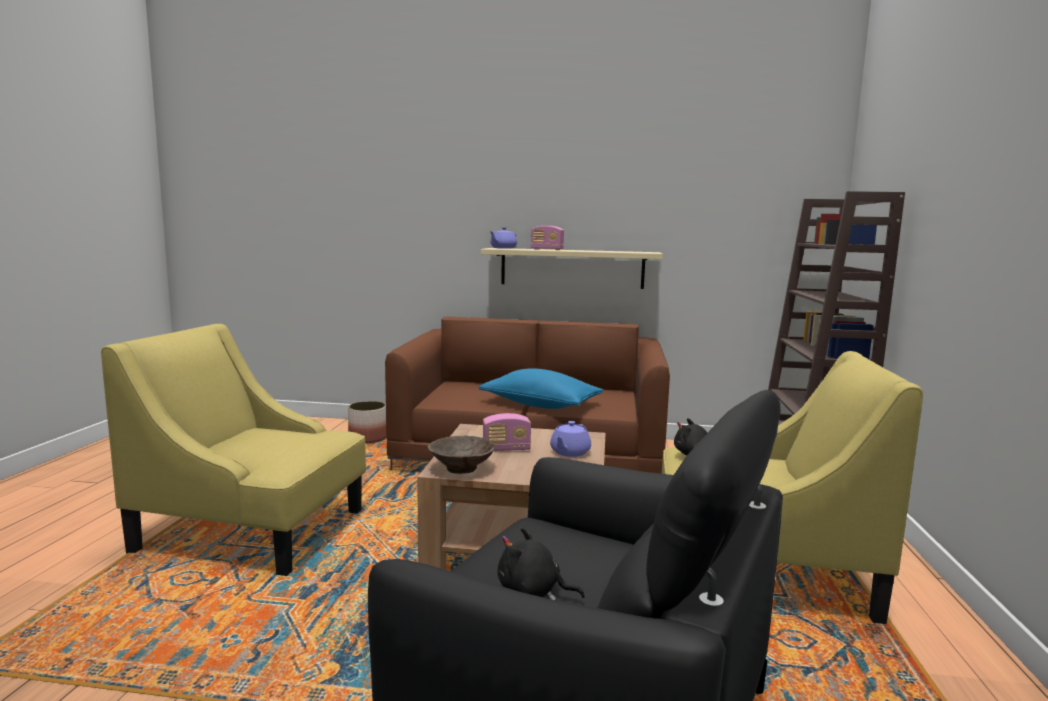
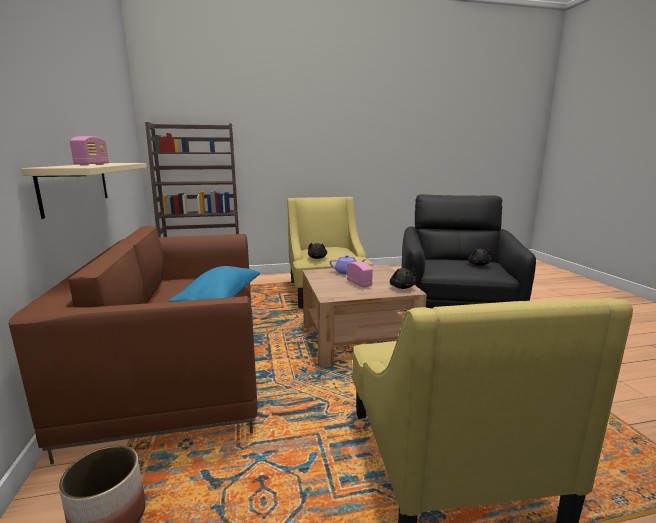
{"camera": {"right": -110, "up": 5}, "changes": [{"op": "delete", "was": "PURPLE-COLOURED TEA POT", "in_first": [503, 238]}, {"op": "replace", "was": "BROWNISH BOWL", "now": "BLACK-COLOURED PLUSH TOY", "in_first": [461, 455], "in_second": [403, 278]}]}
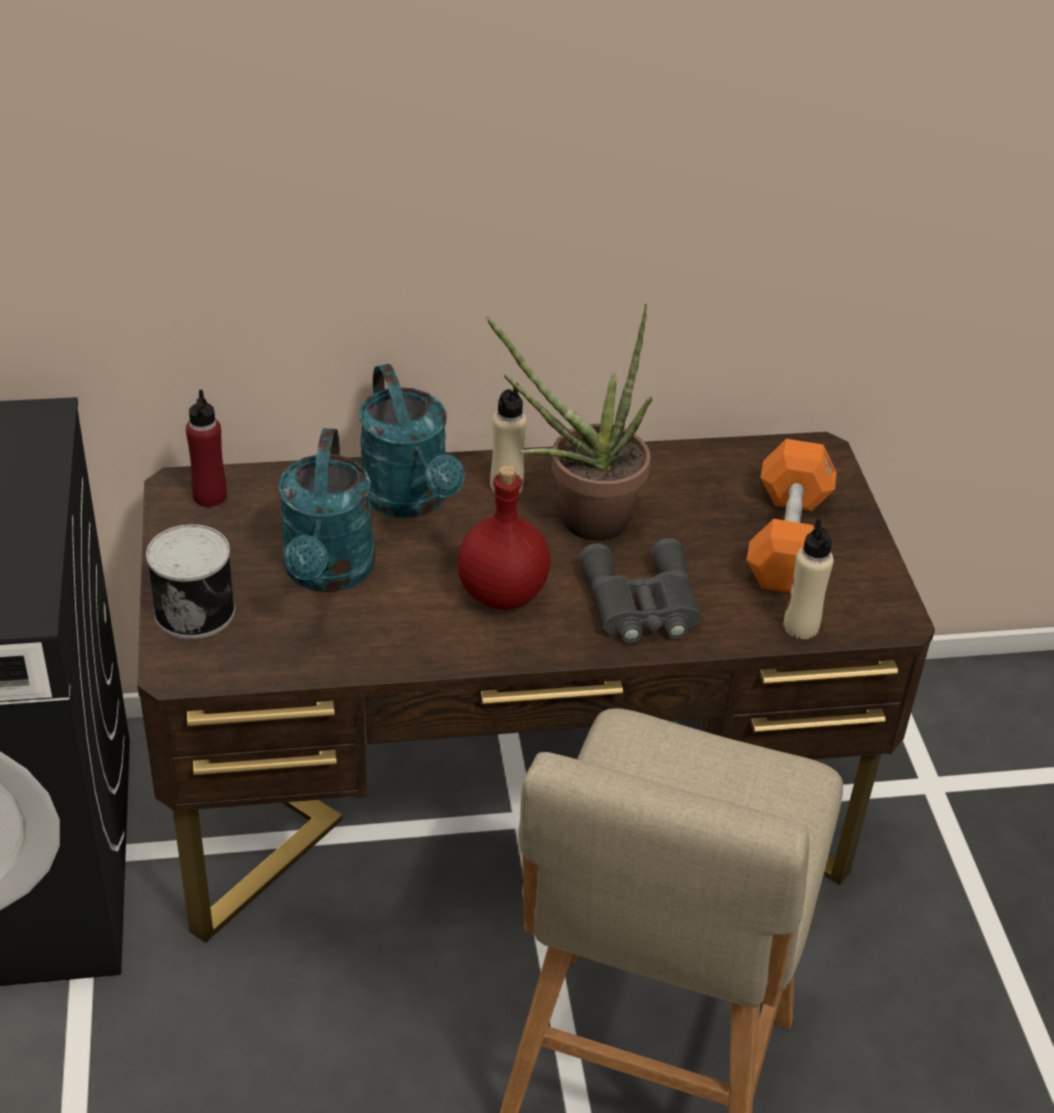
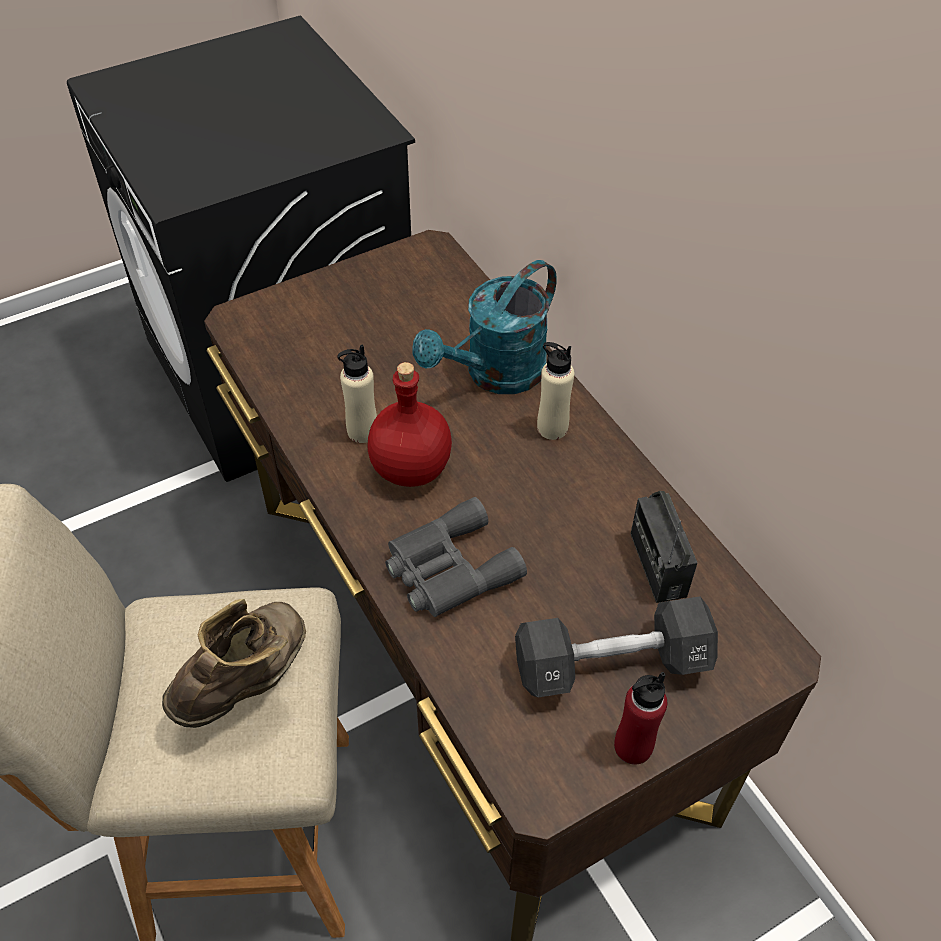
{"camera": {"right": 70, "up": 10}, "changes": [{"op": "delete", "was": "POTTED PLANT", "in_first": [569, 422]}, {"op": "move", "was": "RED DRINK BOTTLE", "in_first": [206, 448], "in_second": [640, 718]}, {"op": "delete", "was": "TURQUOISE WATERING POT", "in_first": [326, 510]}, {"op": "recolor", "was": "ORANGE-COLOURED HAND WEIGHT", "now": "BLACK-COLOURED HAND WEIGHT", "in_first": [792, 516], "in_second": [616, 647]}, {"op": "move", "was": "BEIGE DRINK BOTTLE", "in_first": [809, 579], "in_second": [357, 393]}, {"op": "delete", "was": "METAL CAN", "in_first": [190, 581]}, {"op": "insert", "now": "RADIO", "in_second": [664, 547]}, {"op": "insert", "now": "BROWNISH BOOT", "in_second": [234, 663]}]}
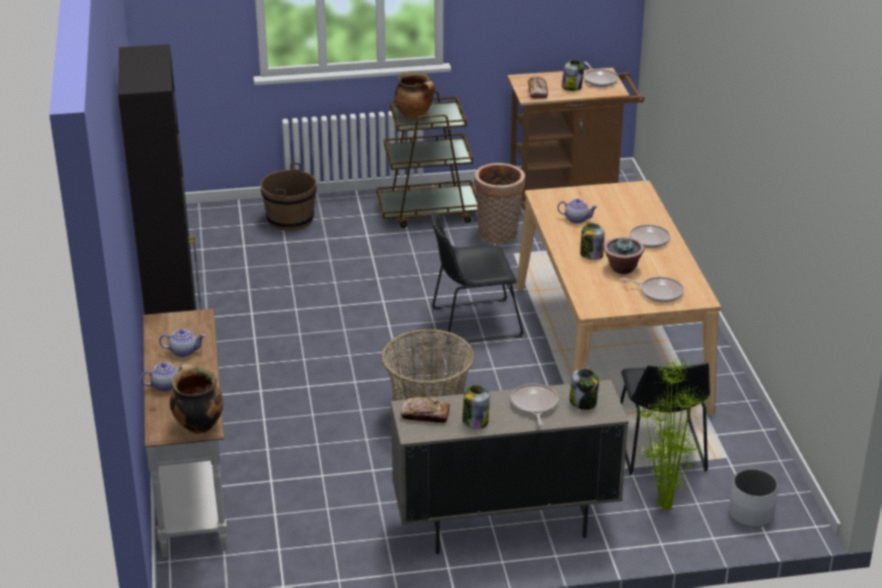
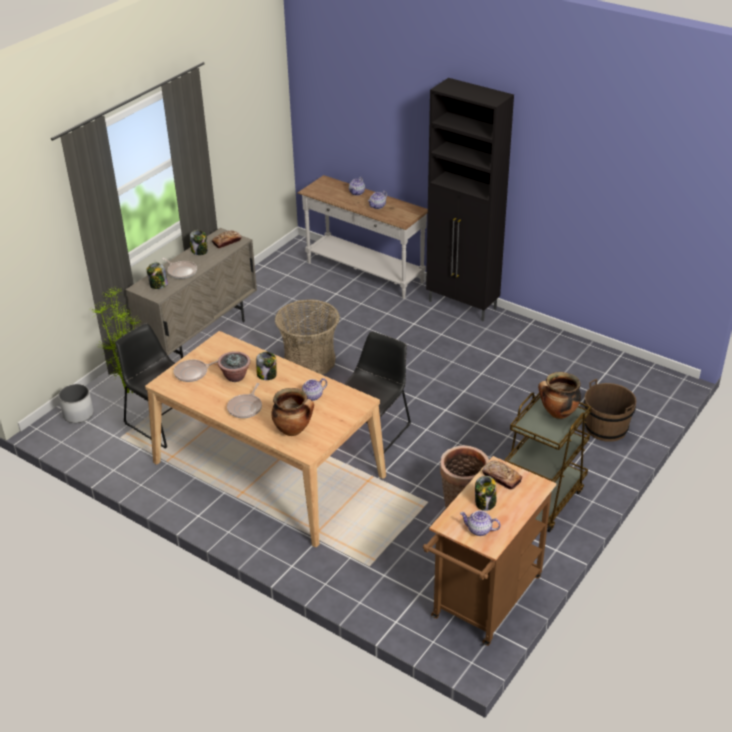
{"camera": {"right": 135, "up": 5}, "changes": [{"op": "replace", "was": "SKILLET", "now": "TEA POT", "in_first": [601, 74], "in_second": [480, 523]}, {"op": "move", "was": "SAUCEPOT", "in_first": [197, 399], "in_second": [292, 412]}]}
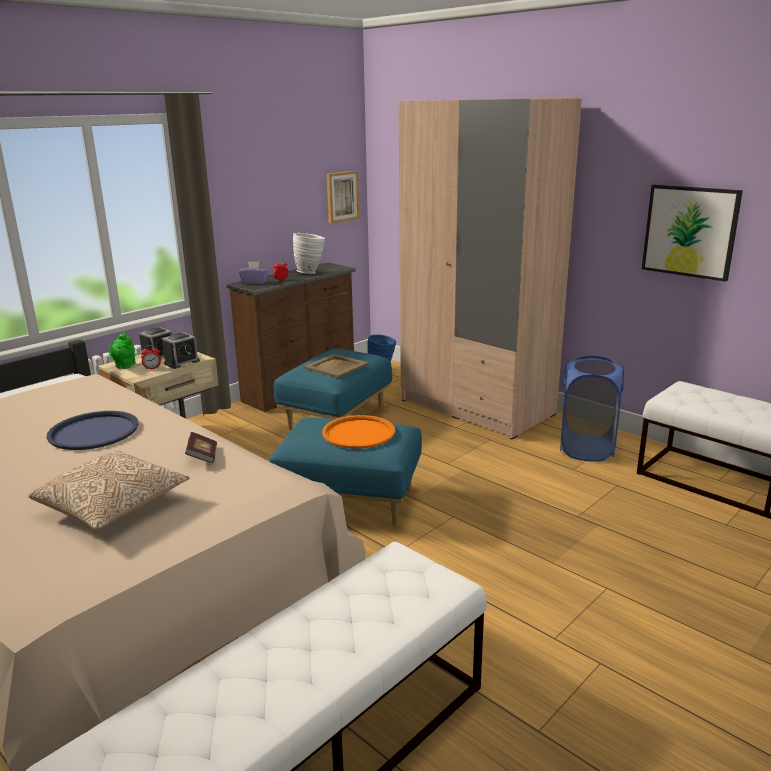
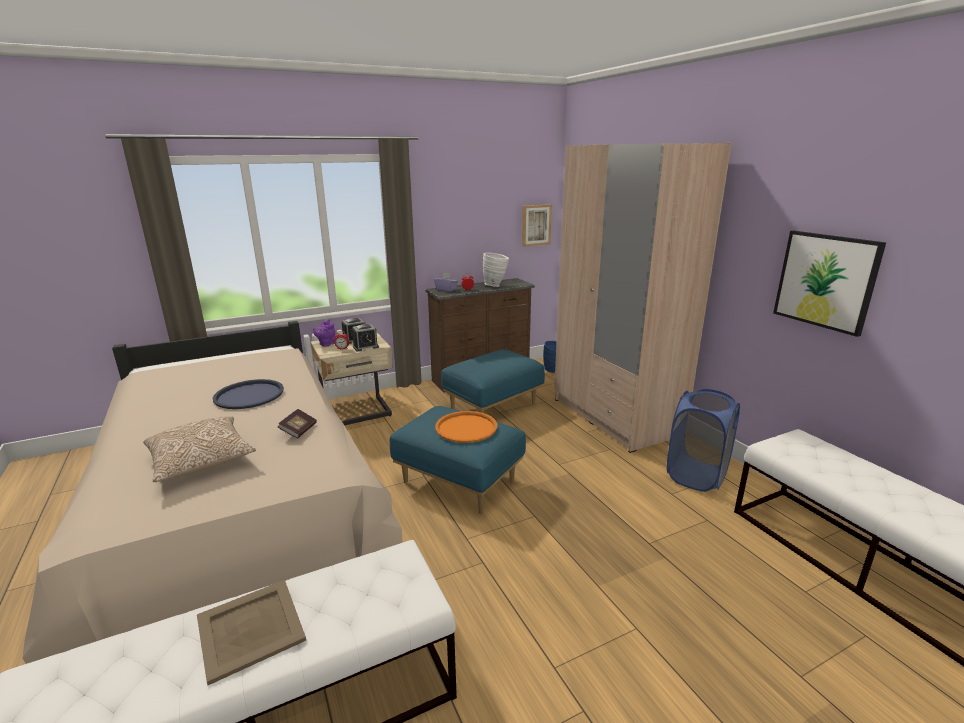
{"camera": {"right": 20, "up": 0}, "changes": [{"op": "recolor", "was": "GREENISH TEA POT", "now": "PURPLE-COLOURED TEA POT", "in_first": [122, 351], "in_second": [324, 333]}, {"op": "move", "was": "BEIGE TRAY", "in_first": [336, 366], "in_second": [251, 632]}]}
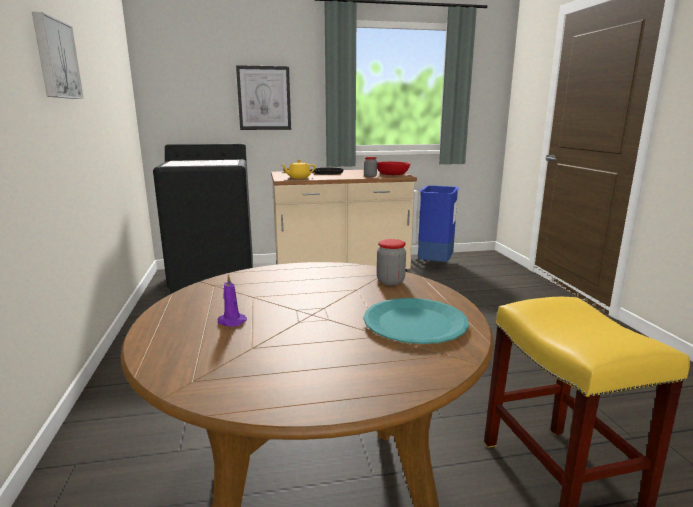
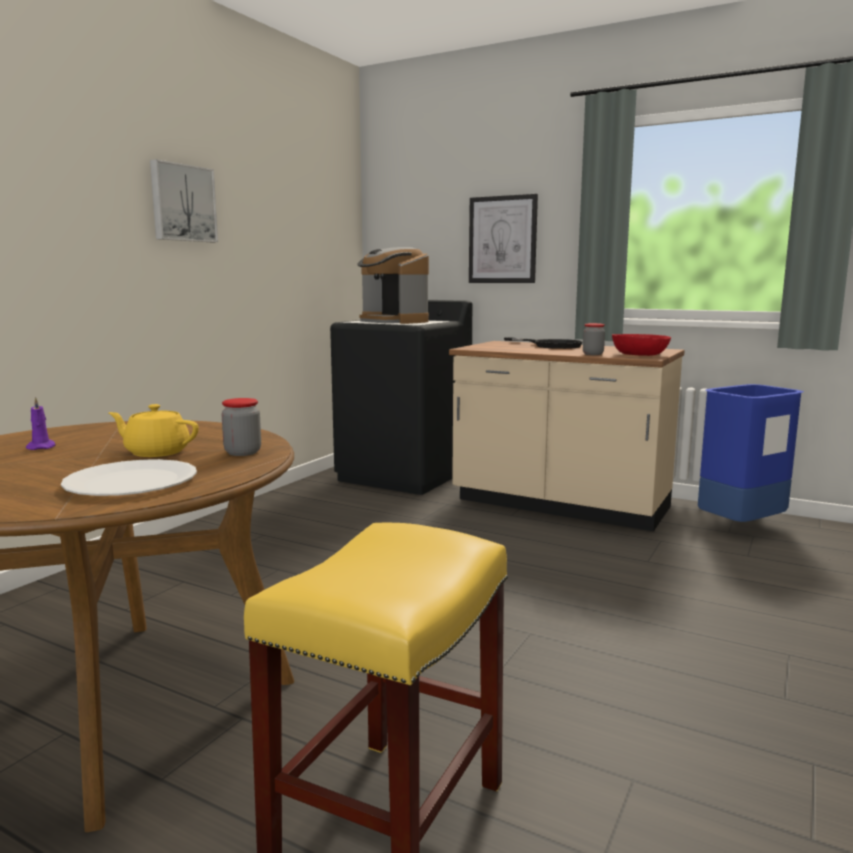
{"camera": {"right": 40, "up": -5}, "changes": [{"op": "move", "was": "YELLOW TEA POT", "in_first": [297, 169], "in_second": [153, 430]}, {"op": "recolor", "was": "TURQUOISE PLATE", "now": "WHITE PLATE", "in_first": [416, 321], "in_second": [129, 477]}, {"op": "insert", "now": "COFFEE MAKER", "in_second": [393, 285]}]}
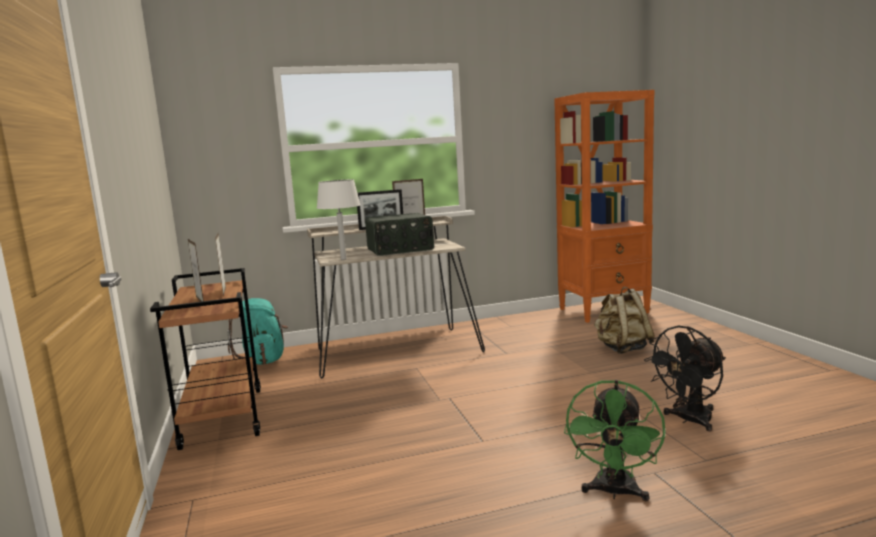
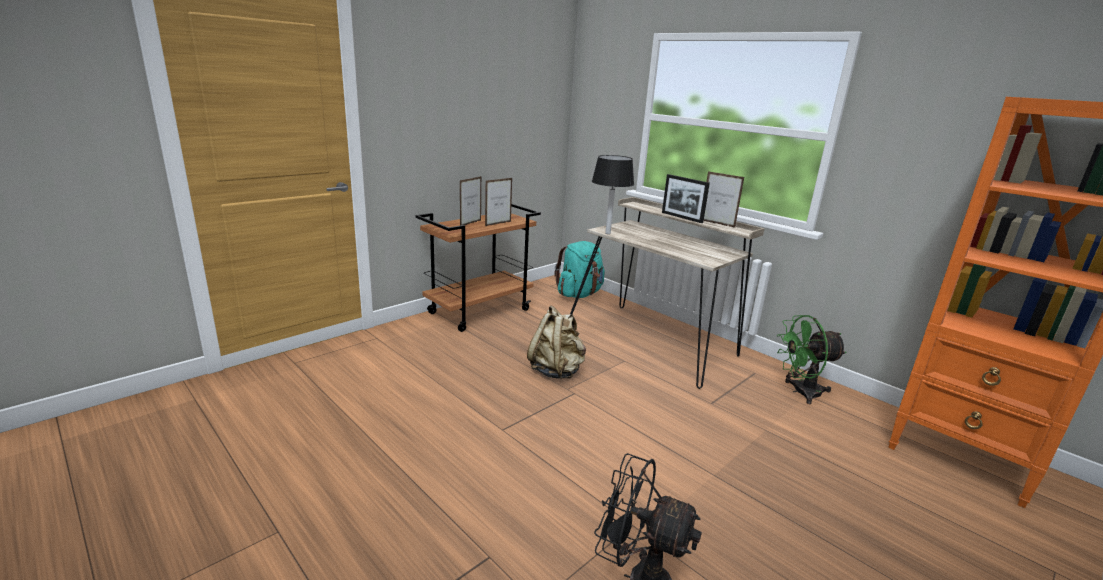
{"camera": {"right": 60, "up": 10}, "changes": [{"op": "recolor", "was": "WHITE TABLE LAMP", "now": "BLACK-COLOURED TABLE LAMP", "in_first": [339, 220], "in_second": [613, 194]}, {"op": "delete", "was": "RADIO", "in_first": [399, 234]}, {"op": "move", "was": "BEIGE KNAPSACK", "in_first": [624, 320], "in_second": [556, 342]}, {"op": "move", "was": "GREENISH COOLING FAN", "in_first": [615, 441], "in_second": [812, 359]}]}
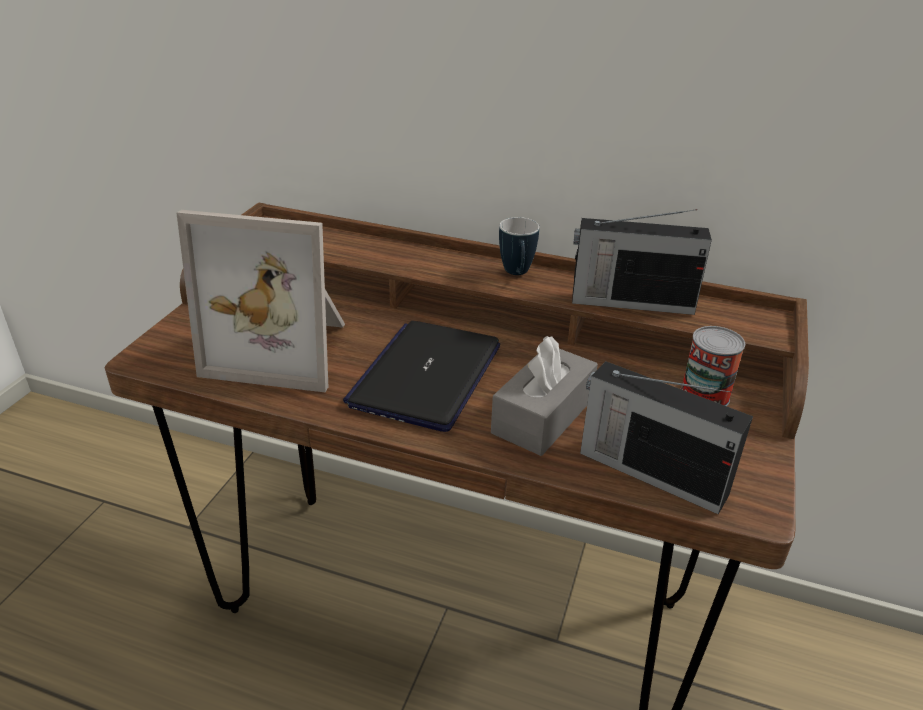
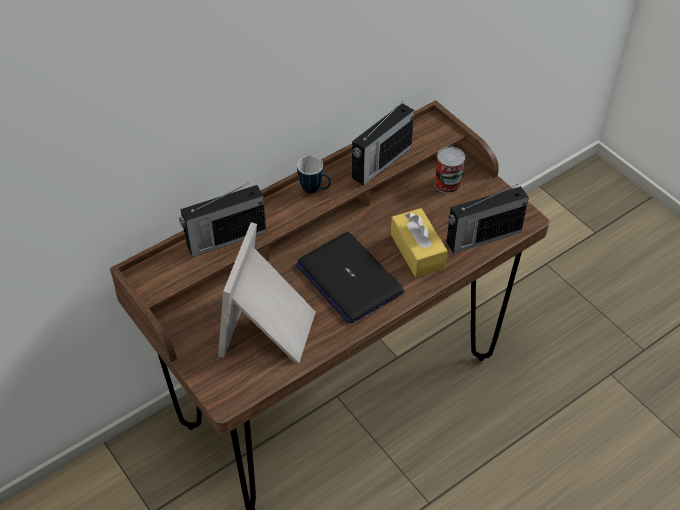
{"camera": {"right": -55, "up": 15}, "changes": [{"op": "rotate", "was": "PHOTO FRAME", "in_first": [260, 301], "in_second": [267, 292], "clockwise": 150}, {"op": "recolor", "was": "GREY TISSUE BOX", "now": "YELLOW TISSUE BOX", "in_first": [544, 396], "in_second": [419, 242]}, {"op": "insert", "now": "RADIO", "in_second": [223, 220]}]}
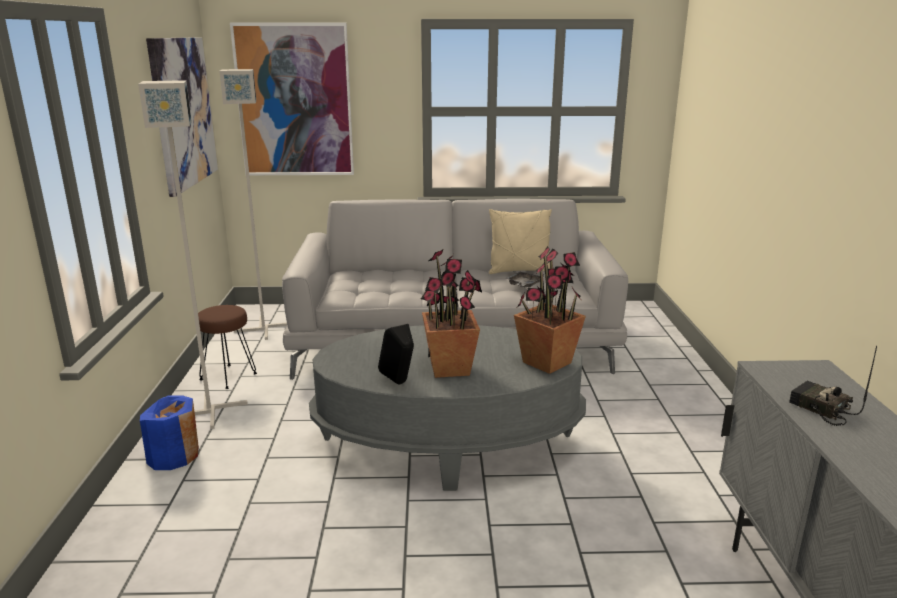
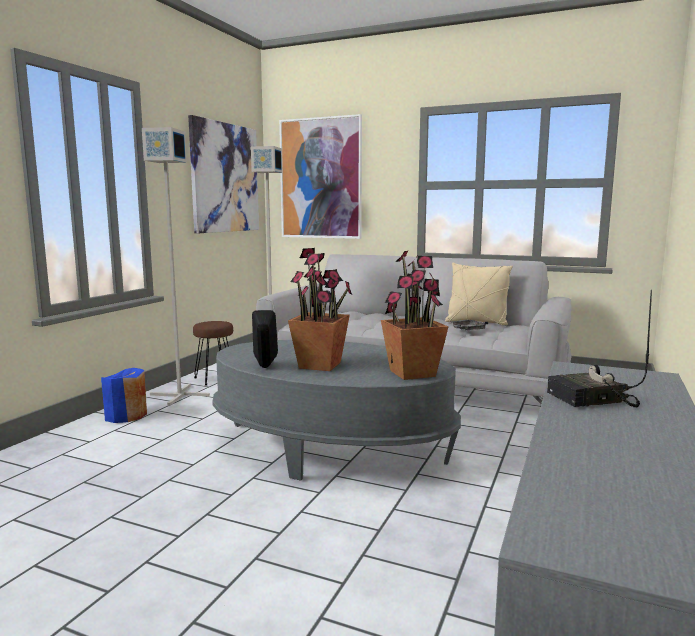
{"camera": {"right": 25, "up": -10}, "changes": [{"op": "rotate", "was": "RADIO", "in_first": [833, 386], "in_second": [599, 348], "clockwise": -90}]}
